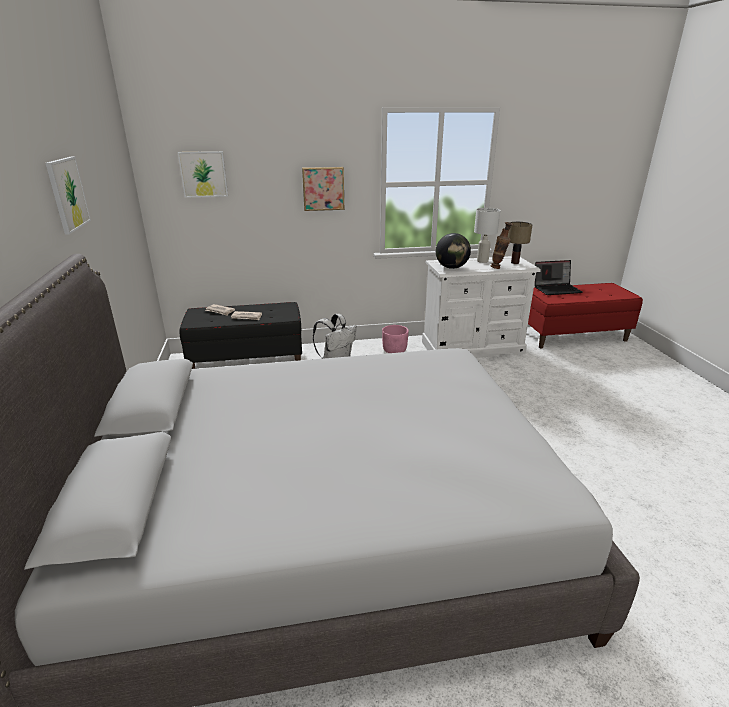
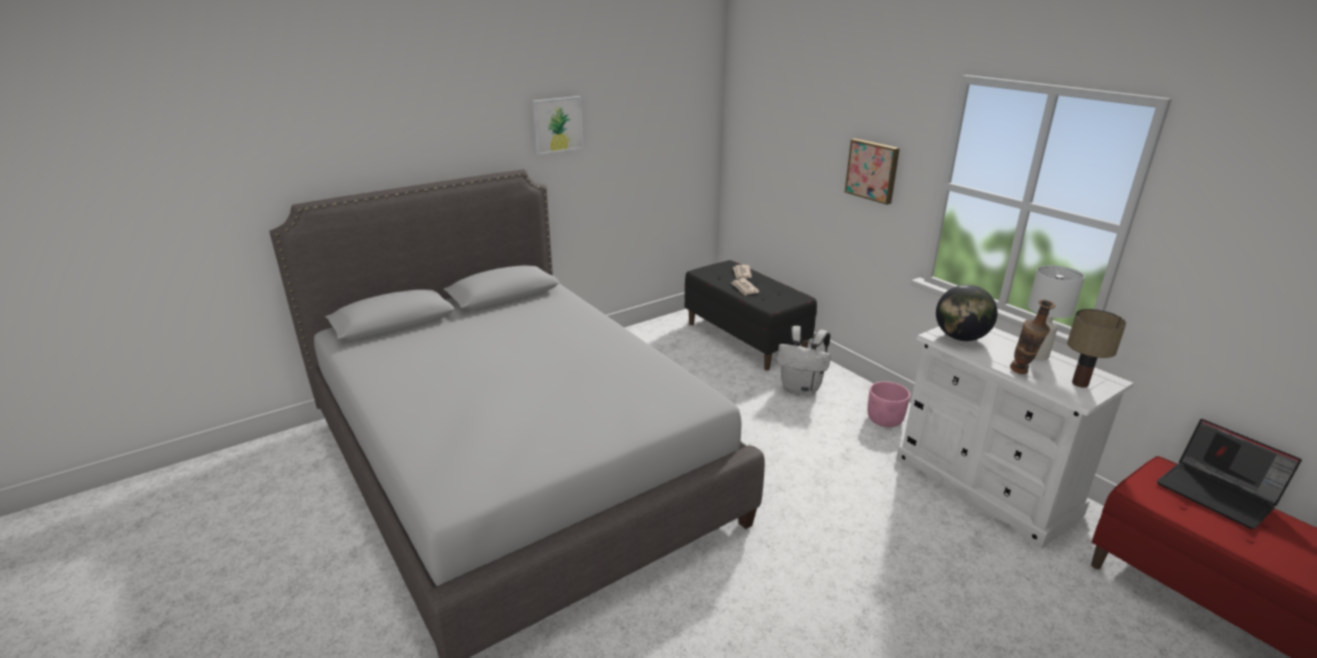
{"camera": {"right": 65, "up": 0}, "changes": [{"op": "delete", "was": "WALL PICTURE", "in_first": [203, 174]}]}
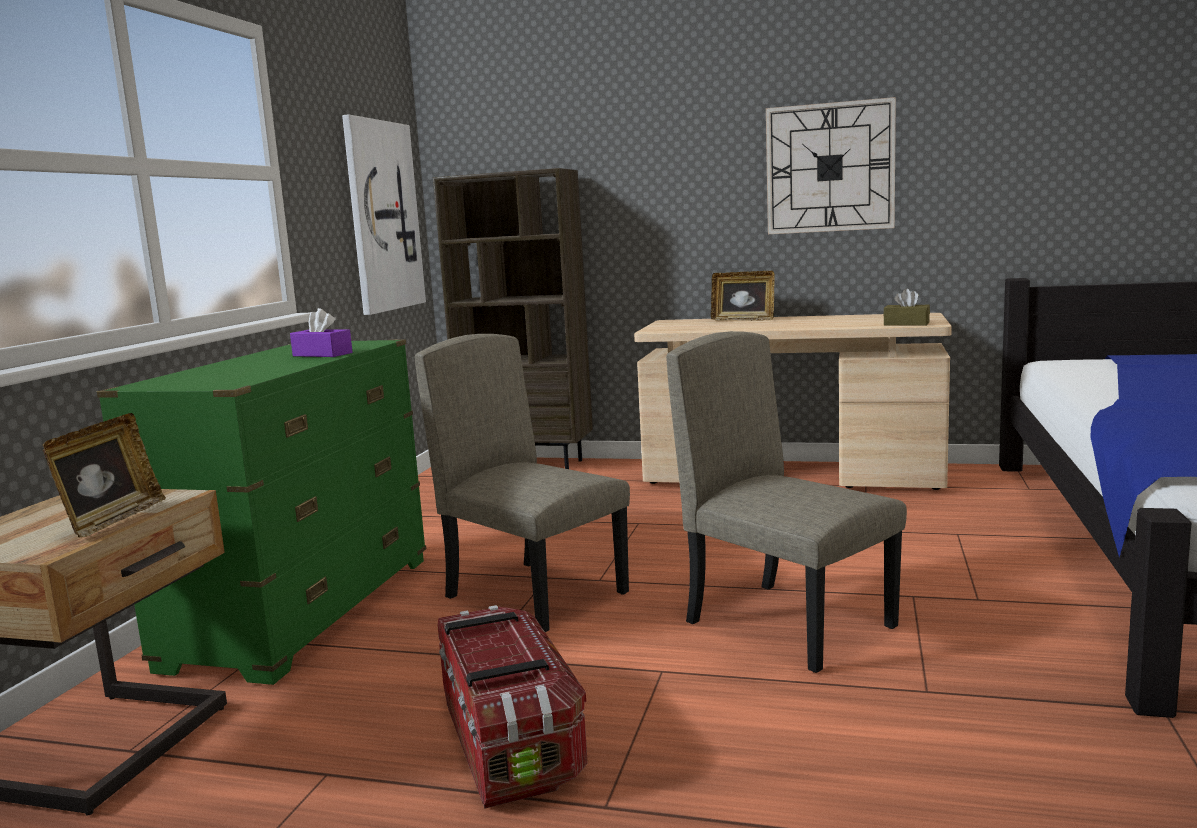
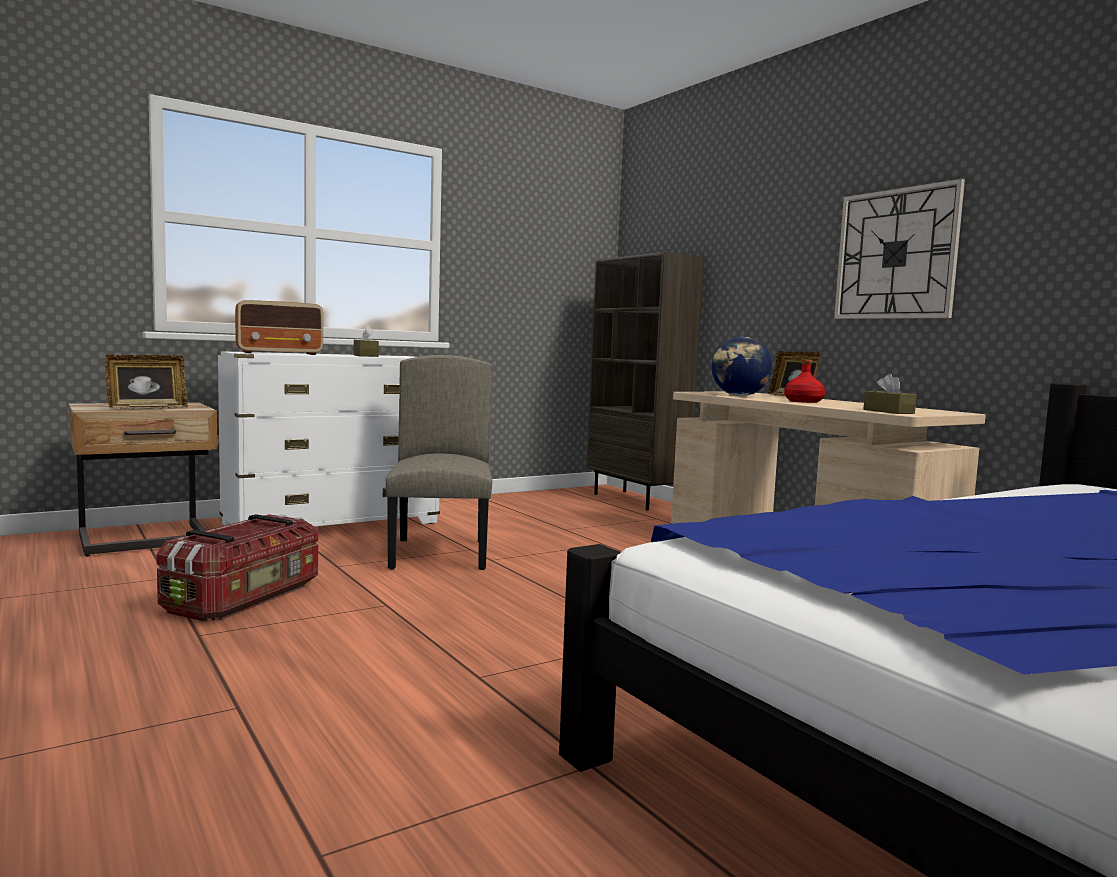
{"camera": {"right": 40, "up": -5}, "changes": [{"op": "delete", "was": "WALL PICTURE", "in_first": [384, 215]}, {"op": "recolor", "was": "PURPLE-COLOURED TISSUE BOX", "now": "BROWNISH TISSUE BOX", "in_first": [321, 332], "in_second": [366, 341]}, {"op": "delete", "was": "BEIGE UPRIGHT CHAIR", "in_first": [786, 502]}, {"op": "recolor", "was": "GREENISH DRAWER CHEST", "now": "WHITE DRAWER CHEST", "in_first": [261, 512], "in_second": [328, 438]}, {"op": "insert", "now": "RADIO", "in_second": [279, 327]}, {"op": "insert", "now": "WORLD GLOBE", "in_second": [742, 366]}, {"op": "insert", "now": "RED DRINK BOTTLE", "in_second": [804, 381]}]}
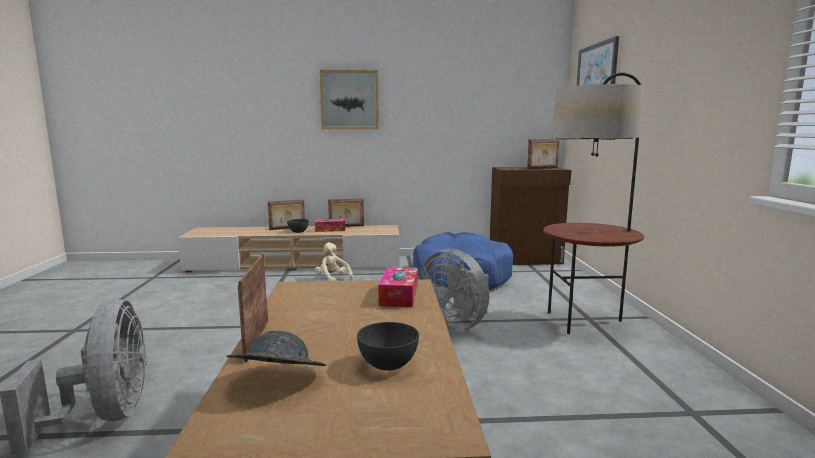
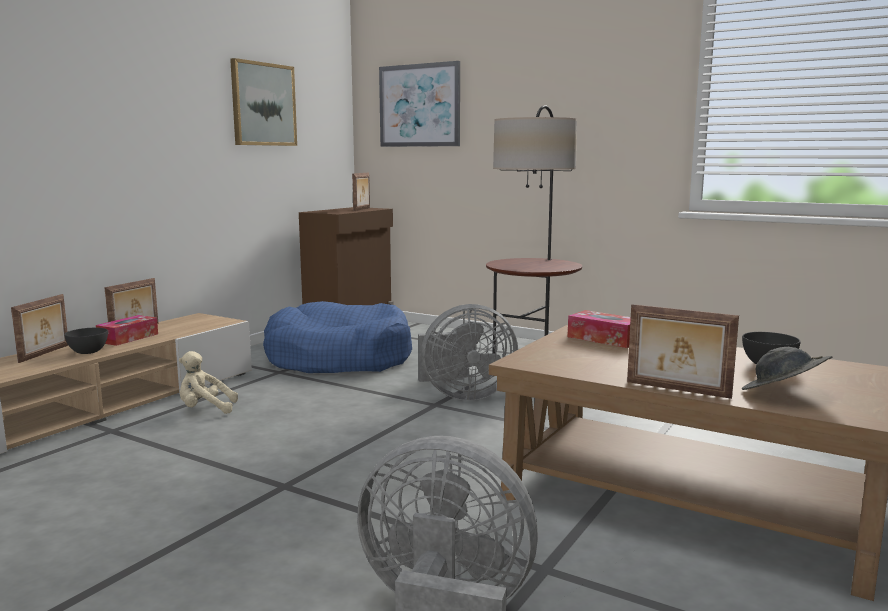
{"camera": {"right": -55, "up": 0}, "changes": [{"op": "move", "was": "WALL PICTURE", "in_first": [349, 99], "in_second": [263, 102]}]}
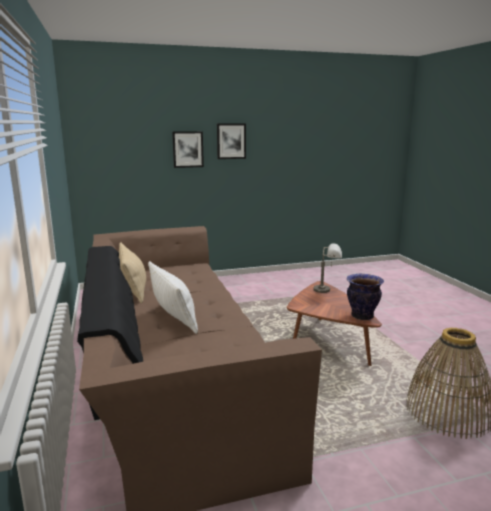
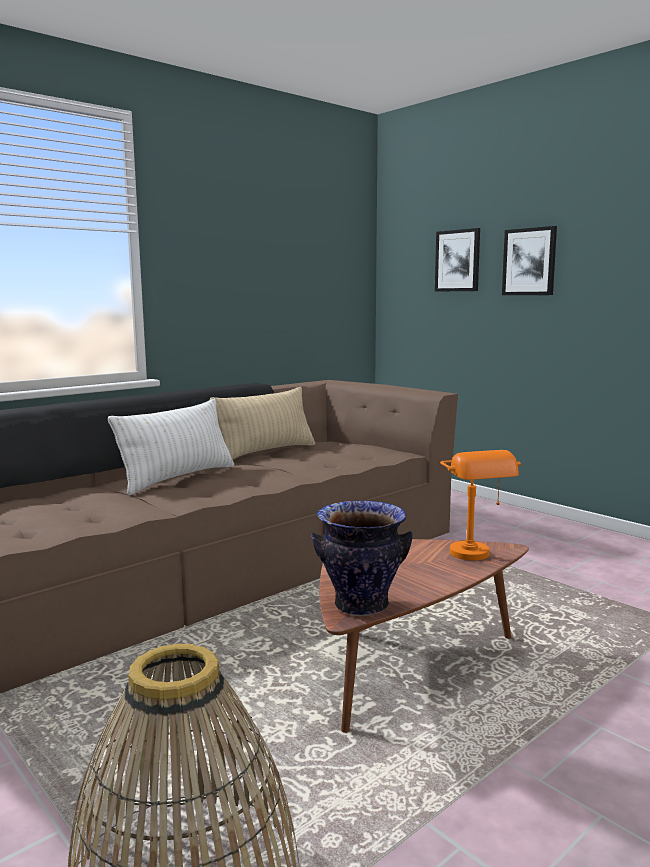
{"camera": {"right": 65, "up": -5}, "changes": [{"op": "move", "was": "WALL PICTURE", "in_first": [231, 141], "in_second": [457, 260]}, {"op": "recolor", "was": "GREY TABLE LAMP", "now": "ORANGE-COLOURED TABLE LAMP", "in_first": [327, 268], "in_second": [480, 505]}]}
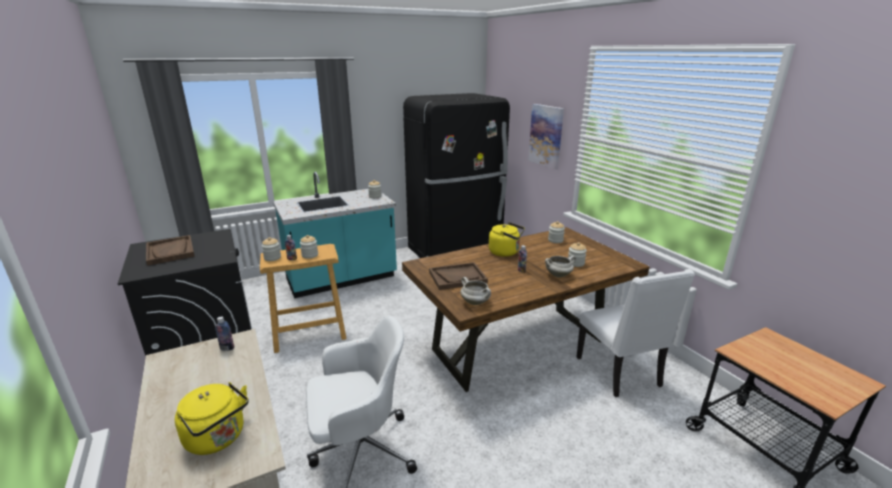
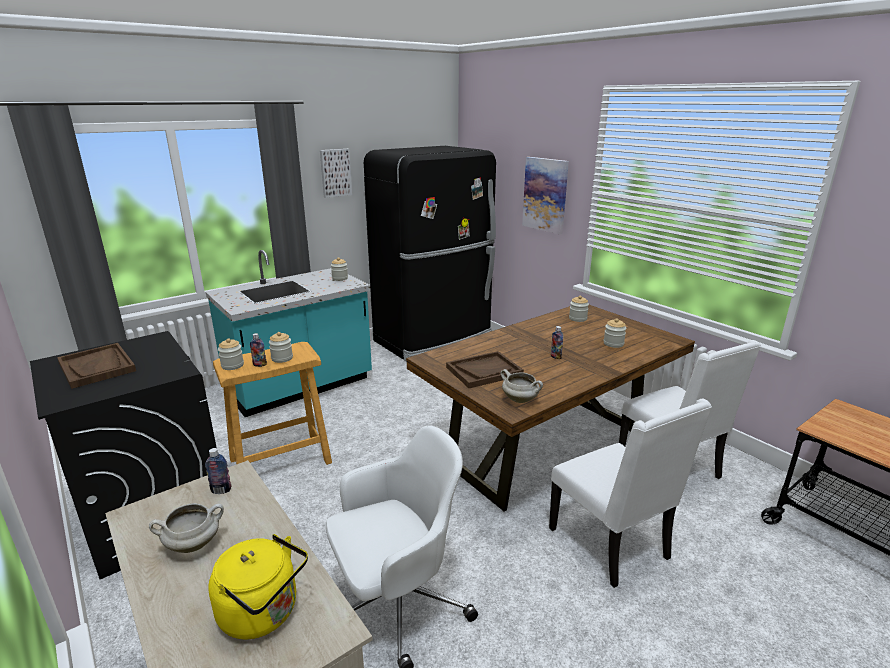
{"camera": {"right": -10, "up": 0}, "changes": [{"op": "delete", "was": "YELLOW KETTLE", "in_first": [507, 239]}, {"op": "move", "was": "WHITE SAUCEPOT", "in_first": [560, 267], "in_second": [186, 528]}, {"op": "insert", "now": "WALL PICTURE", "in_second": [336, 173]}, {"op": "insert", "now": "WHITE UPRIGHT CHAIR", "in_second": [630, 493]}]}
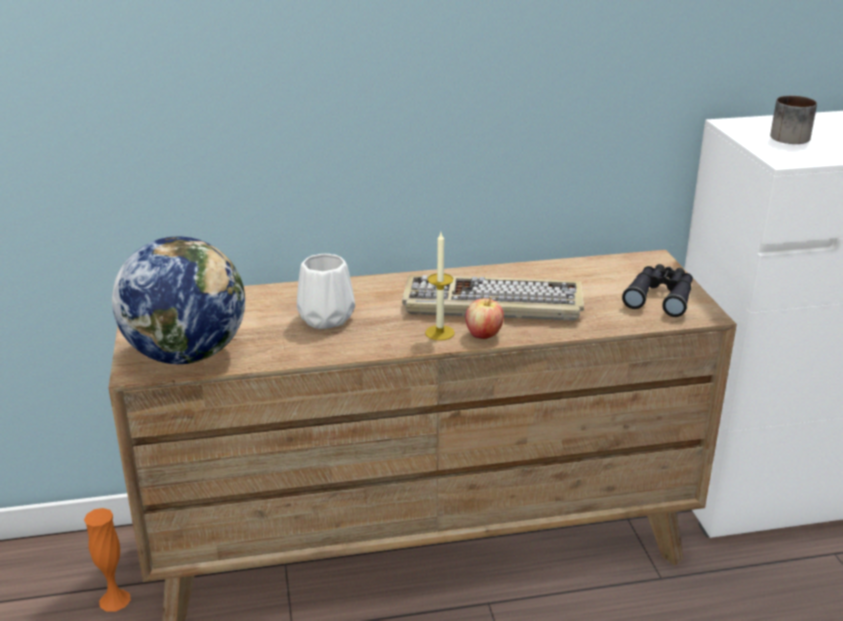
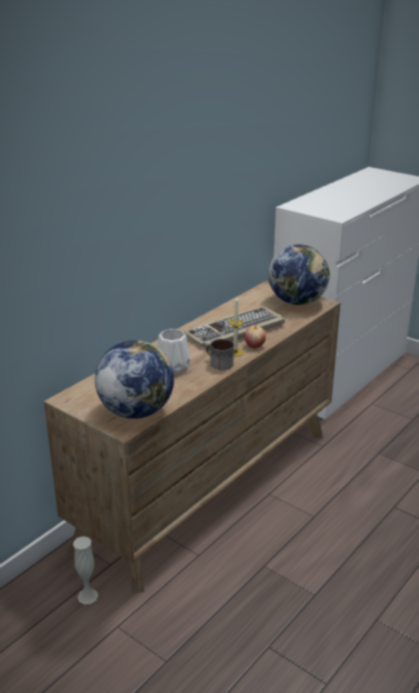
{"camera": {"right": -40, "up": 0}, "changes": [{"op": "move", "was": "TEA MUG", "in_first": [793, 120], "in_second": [220, 354]}, {"op": "replace", "was": "BLACK-COLOURED PAIR OF BINOCULARS", "now": "WORLD GLOBE", "in_first": [657, 290], "in_second": [299, 275]}, {"op": "recolor", "was": "ORANGE-COLOURED FLOWER VASE", "now": "WHITE FLOWER VASE", "in_first": [107, 560], "in_second": [85, 570]}]}
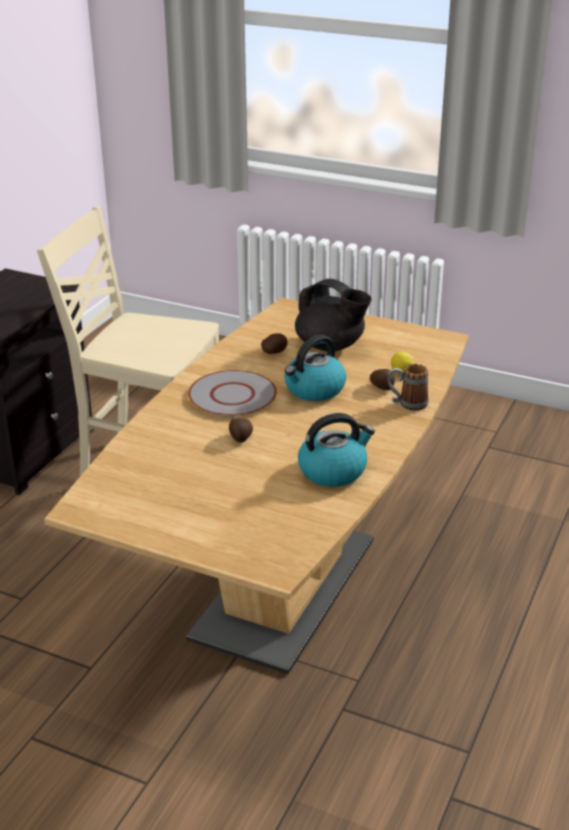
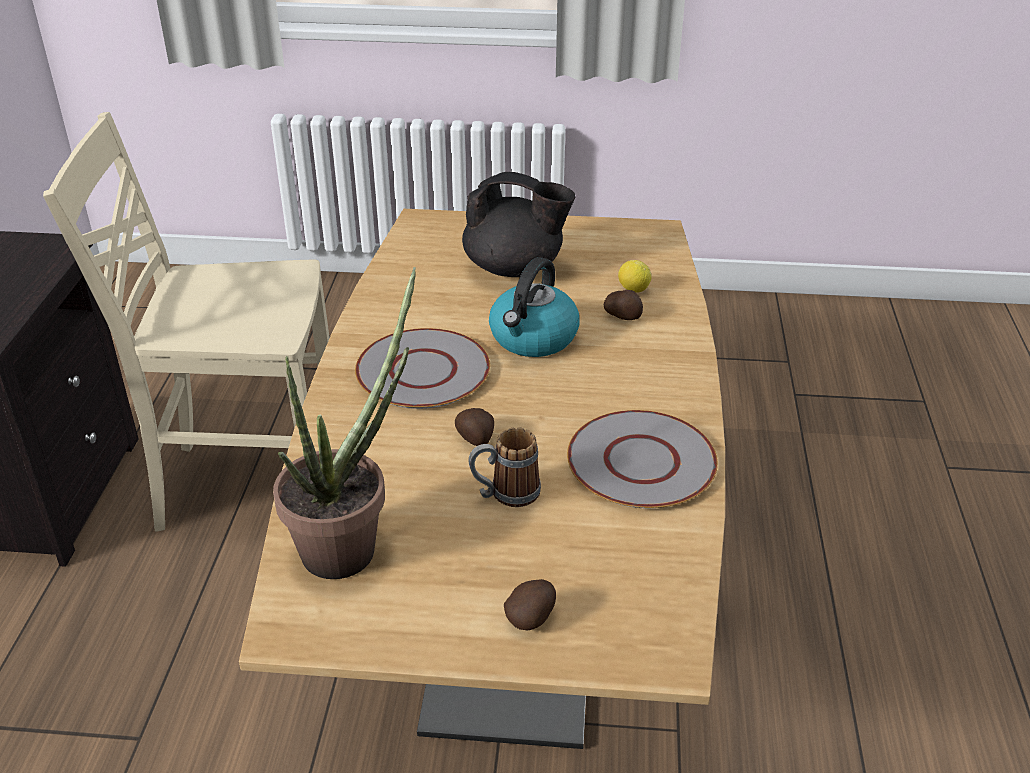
{"camera": {"right": -20, "up": 5}, "changes": [{"op": "move", "was": "WHOLE POTATO", "in_first": [274, 343], "in_second": [530, 605]}, {"op": "move", "was": "TEA MUG", "in_first": [407, 387], "in_second": [504, 467]}, {"op": "replace", "was": "KETTLE", "now": "GREY PLATE", "in_first": [336, 450], "in_second": [642, 459]}, {"op": "insert", "now": "POTTED PLANT", "in_second": [344, 423]}]}
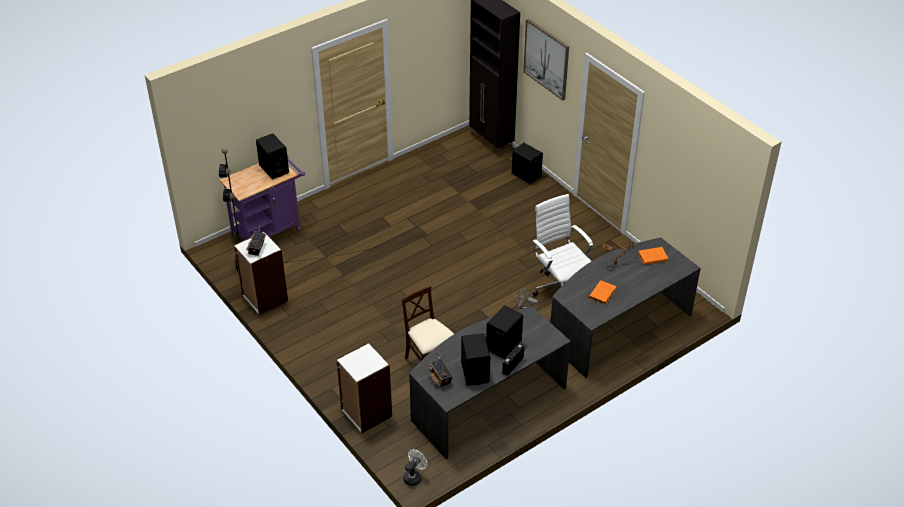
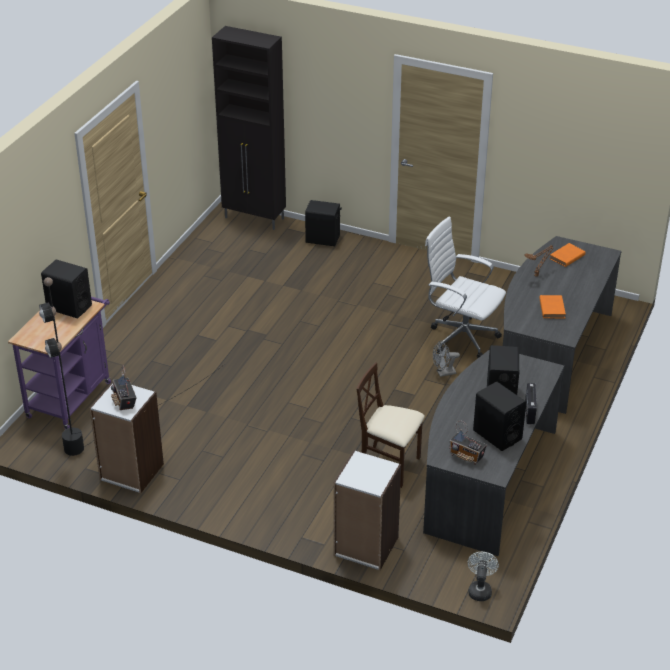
{"camera": {"right": -30, "up": -5}, "changes": [{"op": "delete", "was": "WALL PICTURE", "in_first": [546, 60]}]}
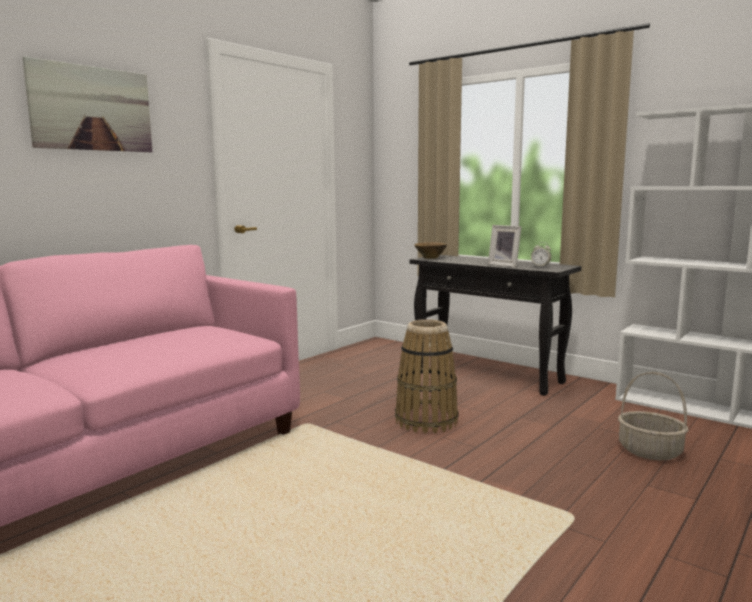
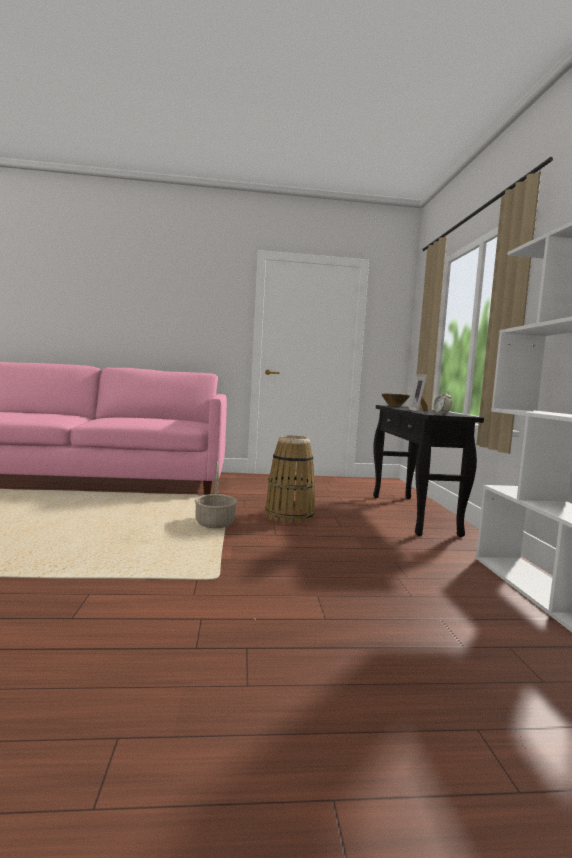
{"camera": {"right": 45, "up": -5}, "changes": [{"op": "delete", "was": "WALL PICTURE", "in_first": [87, 104]}, {"op": "move", "was": "HOUSEHOLD BASKET", "in_first": [653, 416], "in_second": [216, 494]}]}
